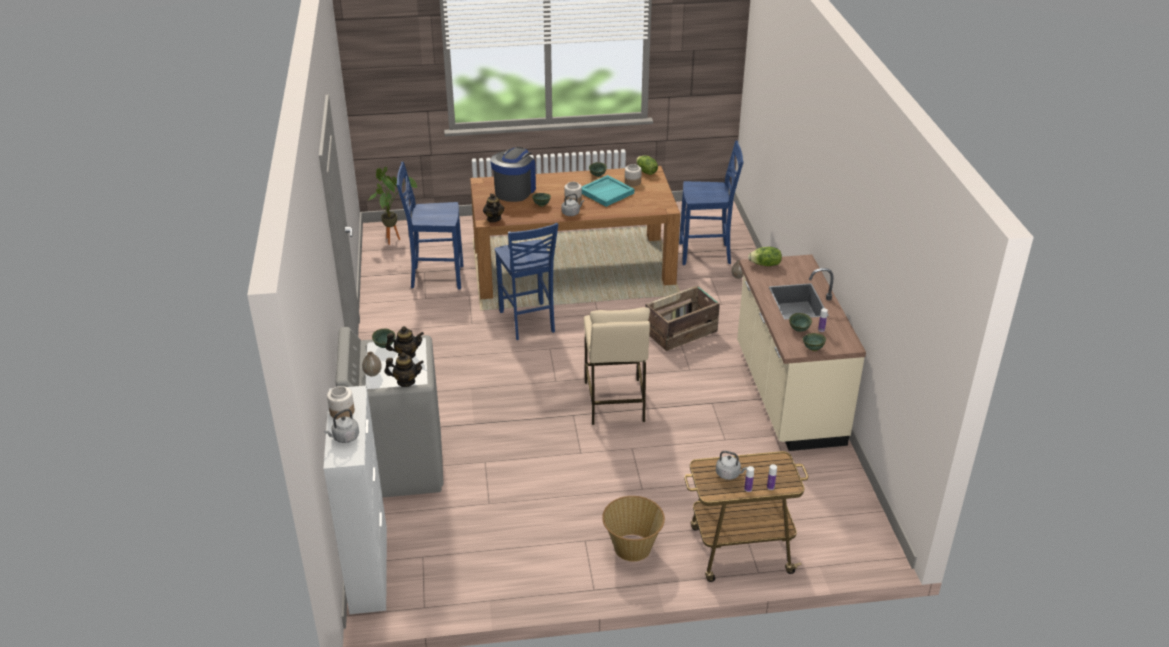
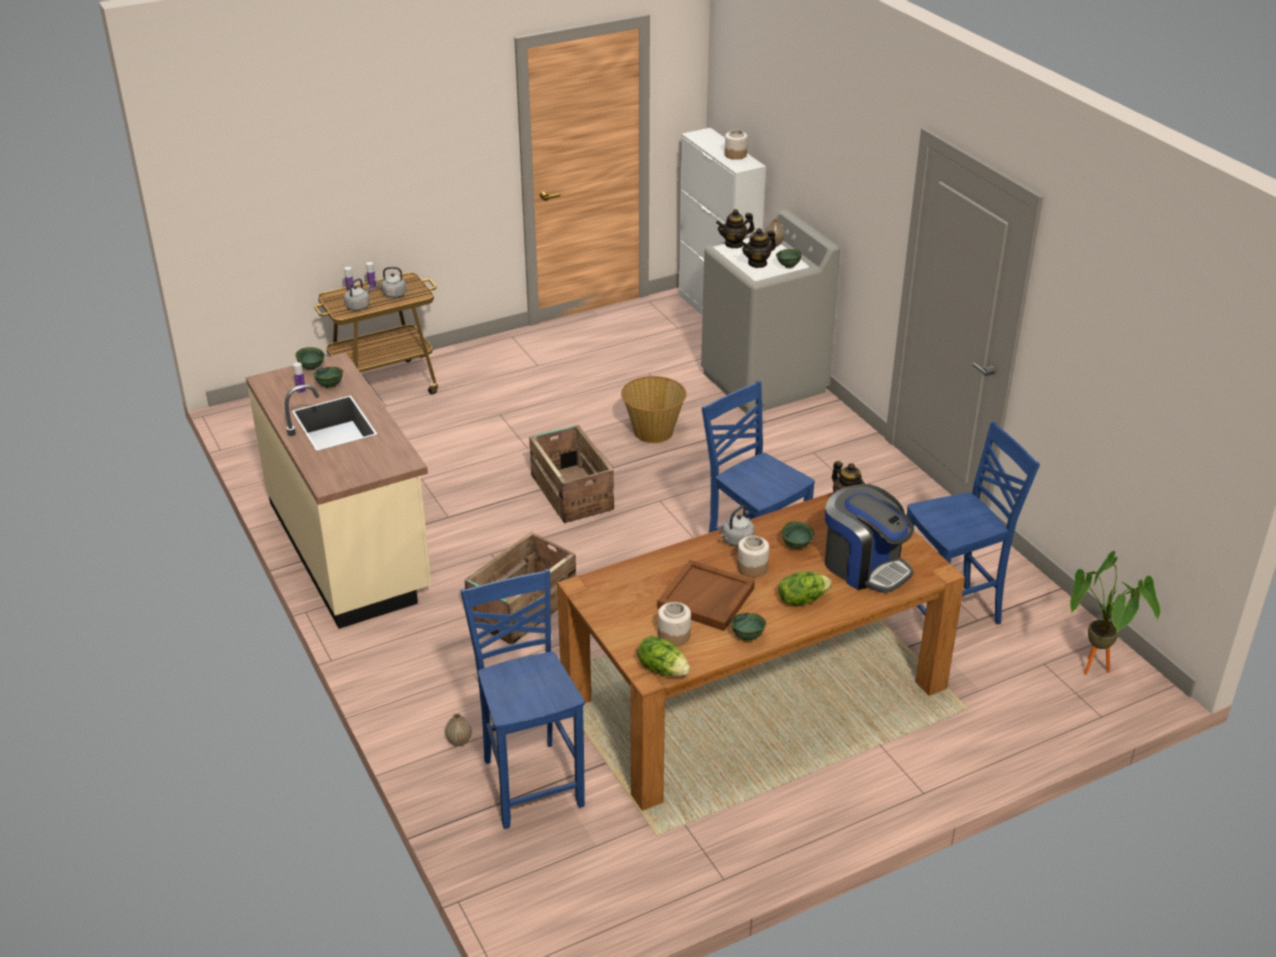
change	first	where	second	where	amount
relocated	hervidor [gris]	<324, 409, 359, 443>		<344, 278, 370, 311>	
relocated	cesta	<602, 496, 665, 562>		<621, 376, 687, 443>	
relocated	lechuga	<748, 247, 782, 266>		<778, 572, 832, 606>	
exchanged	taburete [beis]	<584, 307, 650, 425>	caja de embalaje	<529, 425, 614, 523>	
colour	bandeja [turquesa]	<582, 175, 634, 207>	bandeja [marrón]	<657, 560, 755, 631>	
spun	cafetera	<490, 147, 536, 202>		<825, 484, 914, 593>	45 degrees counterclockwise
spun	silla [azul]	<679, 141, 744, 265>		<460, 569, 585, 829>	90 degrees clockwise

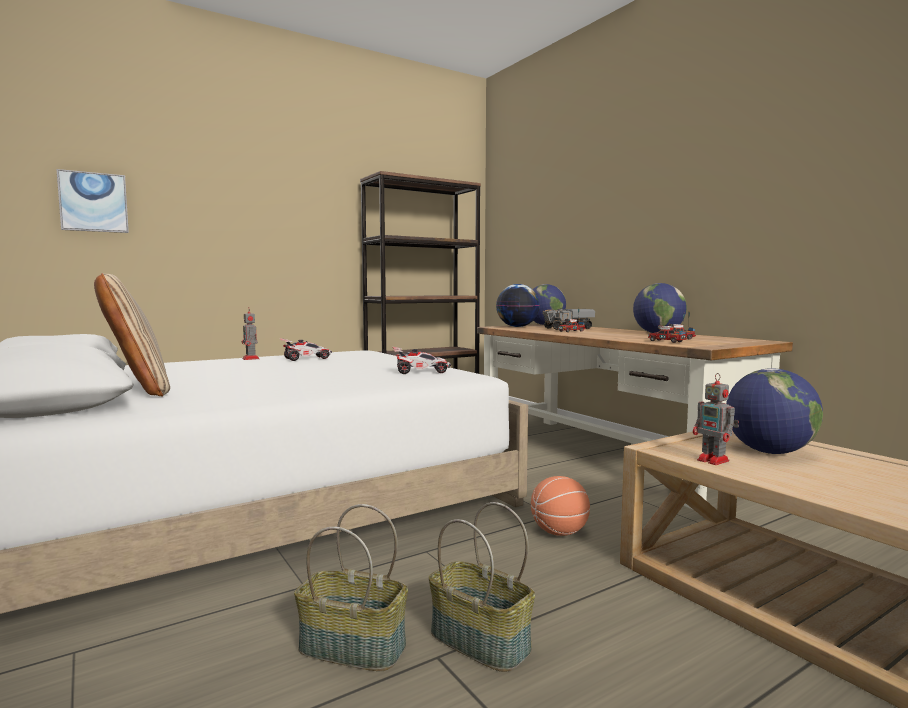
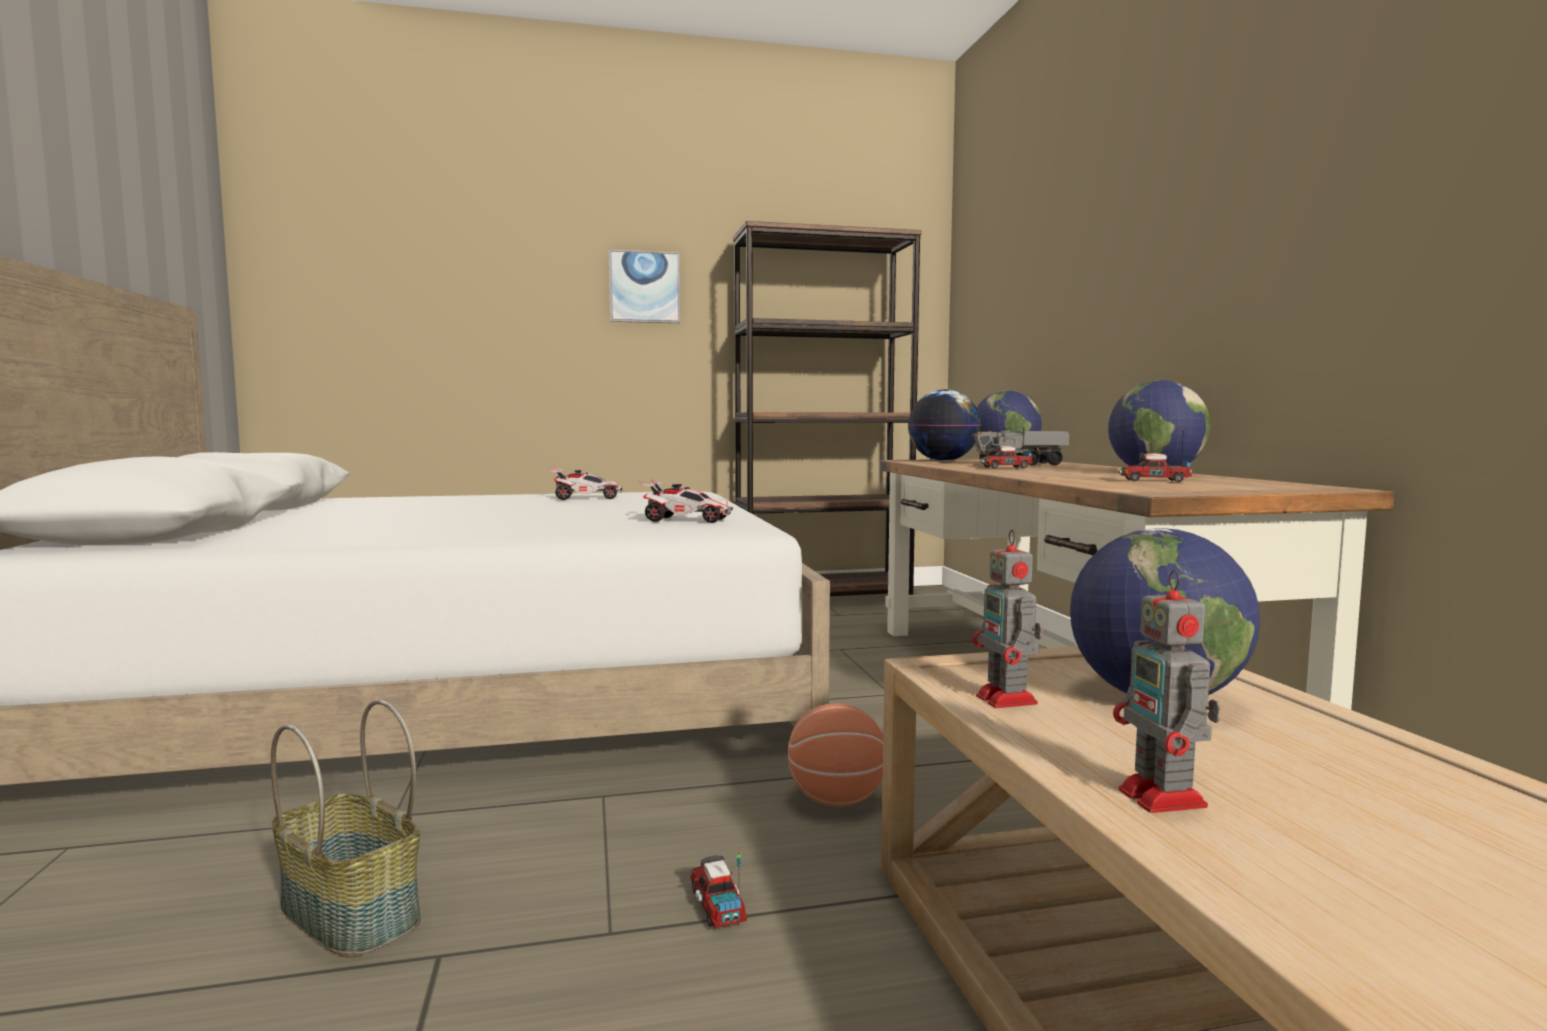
change	first	where	second	where	amount
missing	cojín [beis]	<94, 273, 170, 396>			
missing	cesta	<429, 502, 535, 672>			
relocated	cuadro	<56, 169, 129, 233>		<609, 249, 680, 323>	
relocated	robot de juguete	<242, 308, 260, 360>		<1113, 569, 1220, 813>	
relocated	camión de juguete	<648, 314, 687, 343>		<690, 850, 747, 928>	

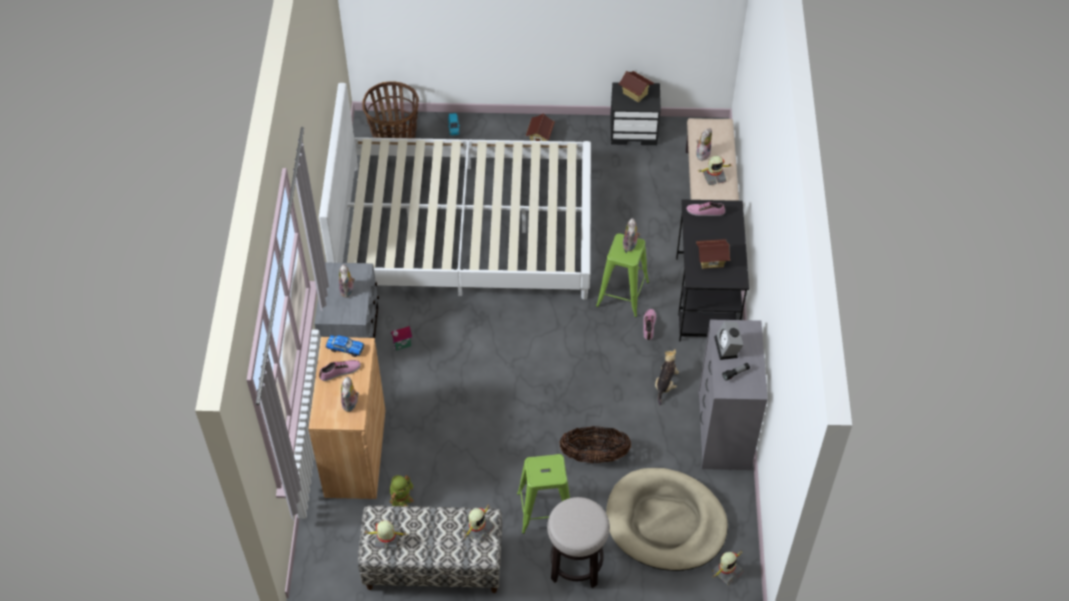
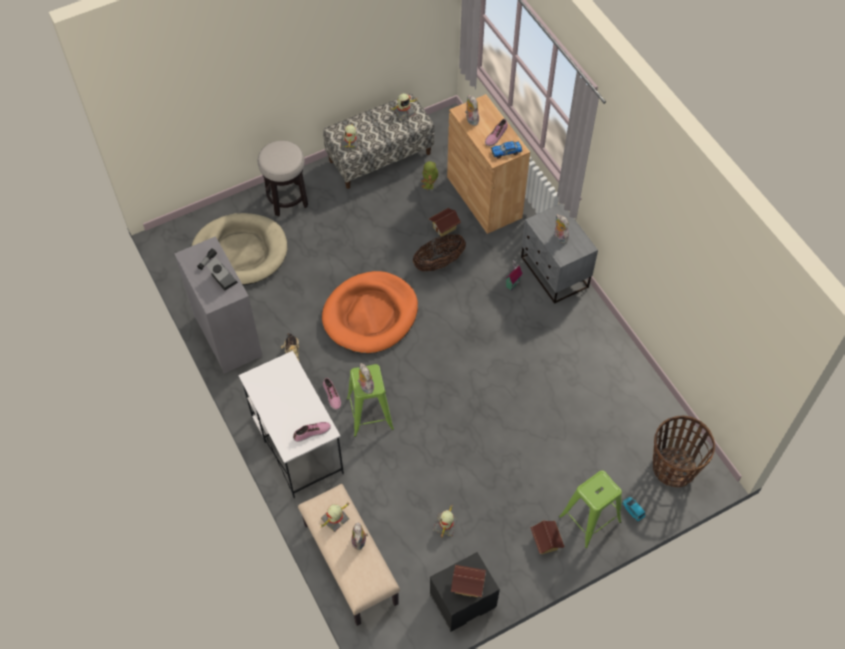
change	first	where	second	where	amount
missing	cama [blanco]	<319, 83, 591, 300>			
appeared			cama para perro [naranja]	<322, 271, 418, 353>	
relocated	taburete [verde]	<517, 454, 570, 534>		<559, 470, 622, 548>	
relocated	cesta	<560, 426, 631, 463>		<413, 234, 466, 271>	
relocated	casita	<696, 239, 730, 269>		<429, 208, 461, 236>	
relocated	robot de juguete	<712, 551, 743, 585>		<433, 504, 457, 537>	
colour	escritorio [negro]	<676, 200, 749, 341>	escritorio [blanco]	<238, 351, 344, 498>	

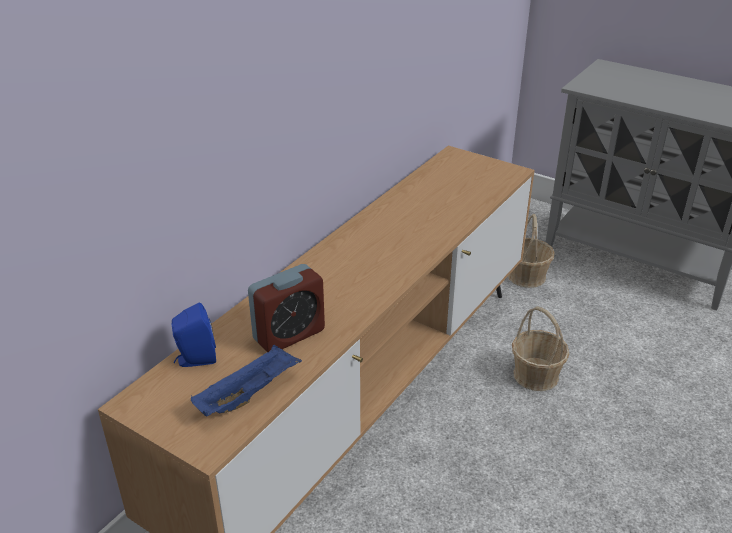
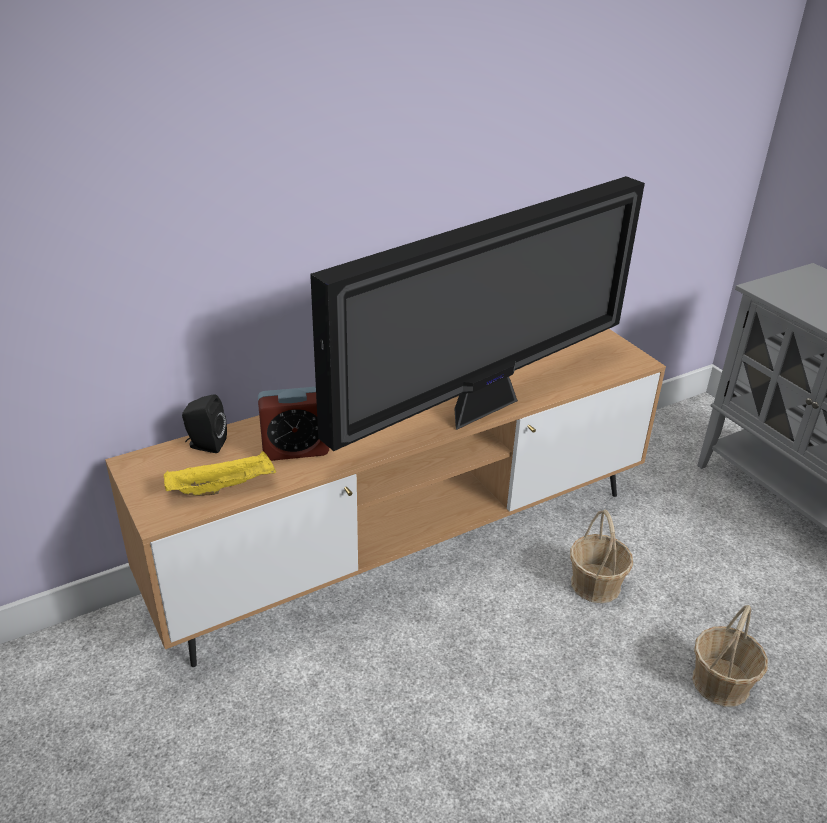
change	first	where	second	where	amount
appeared			televisor	<310, 176, 645, 451>	
relocated	cesta	<508, 214, 555, 288>		<692, 605, 768, 707>	
colour	altavoz [azul]	<172, 303, 216, 367>	altavoz [negro]	<182, 394, 227, 453>	
colour	bandeja [azul]	<191, 345, 302, 417>	bandeja [amarillo]	<164, 451, 276, 496>	

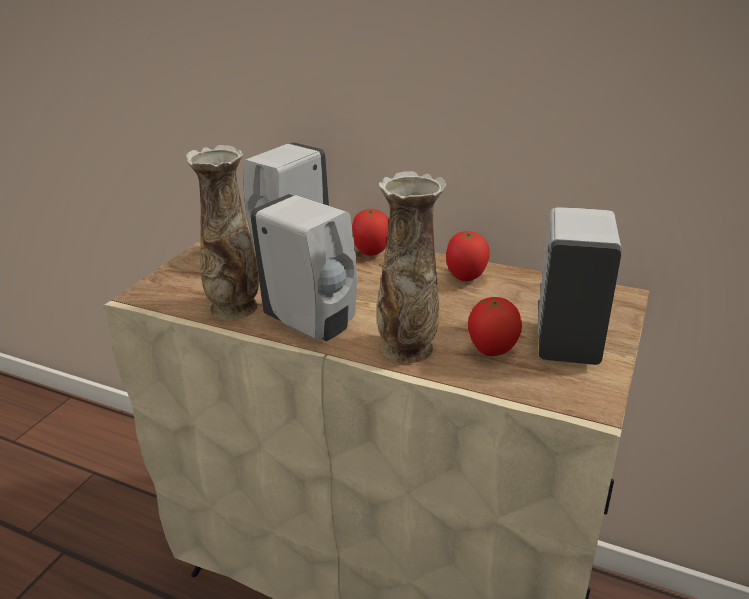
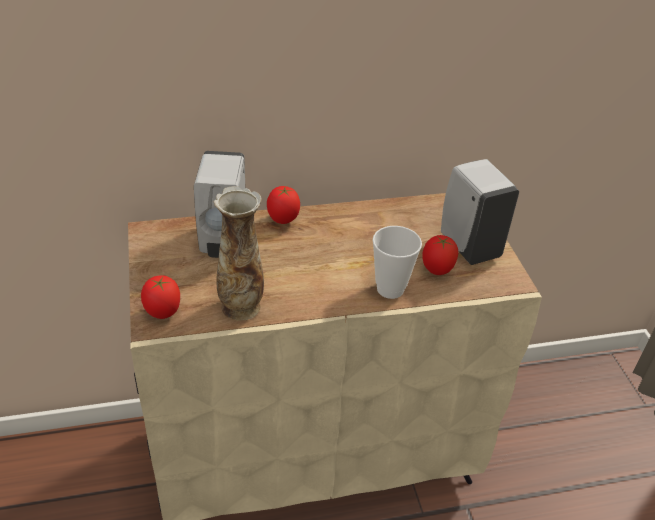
change	first	where	second	where	amount
missing	dispensador de jabón [blanco]	<250, 194, 357, 341>			
relocated	tomate	<446, 231, 490, 281>		<141, 275, 180, 319>	
exchanged	florero	<377, 171, 446, 364>	taza	<373, 226, 422, 299>	

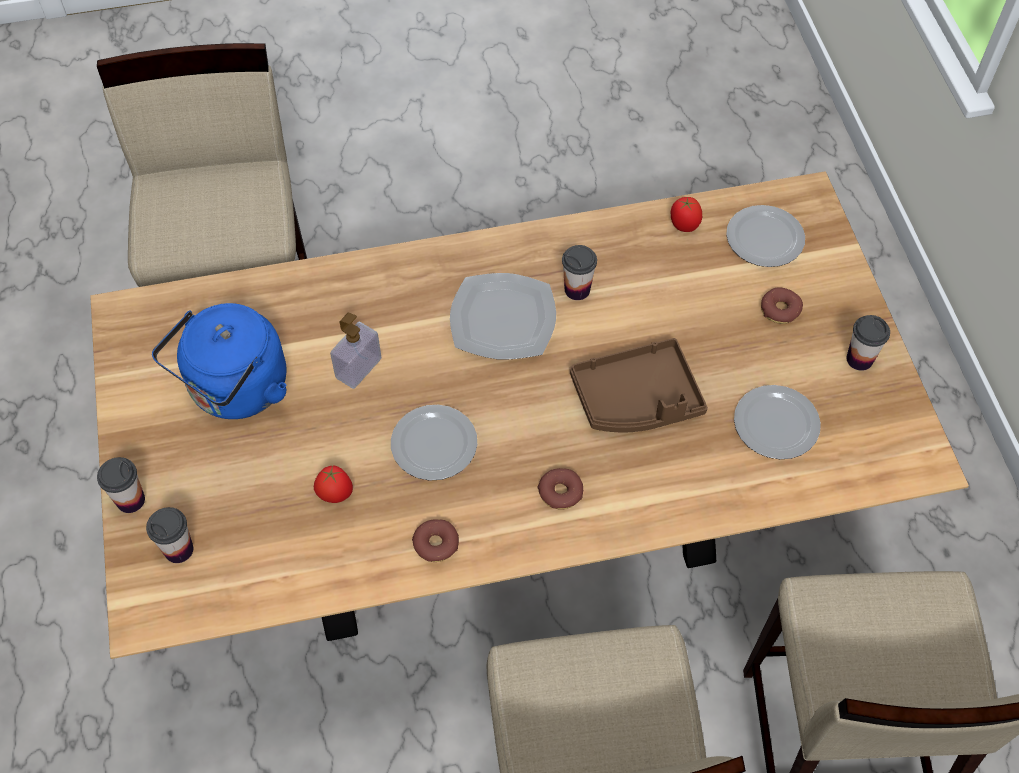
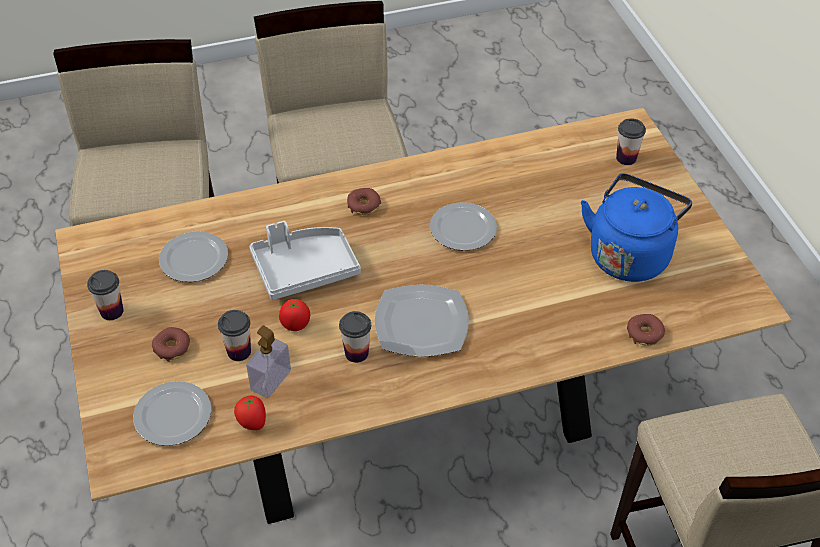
change	first	where	second	where	amount
relocated	taza	<97, 457, 145, 513>		<218, 310, 251, 361>	
relocated	tomate	<314, 466, 353, 503>		<279, 299, 310, 331>	
relocated	dispensador de jabón	<330, 313, 381, 389>		<246, 325, 291, 398>	
relocated	rosquilla	<412, 519, 459, 562>		<627, 314, 665, 346>	
colour	bandeja [marrón]	<570, 338, 708, 432>	bandeja [gris]	<249, 221, 361, 300>	

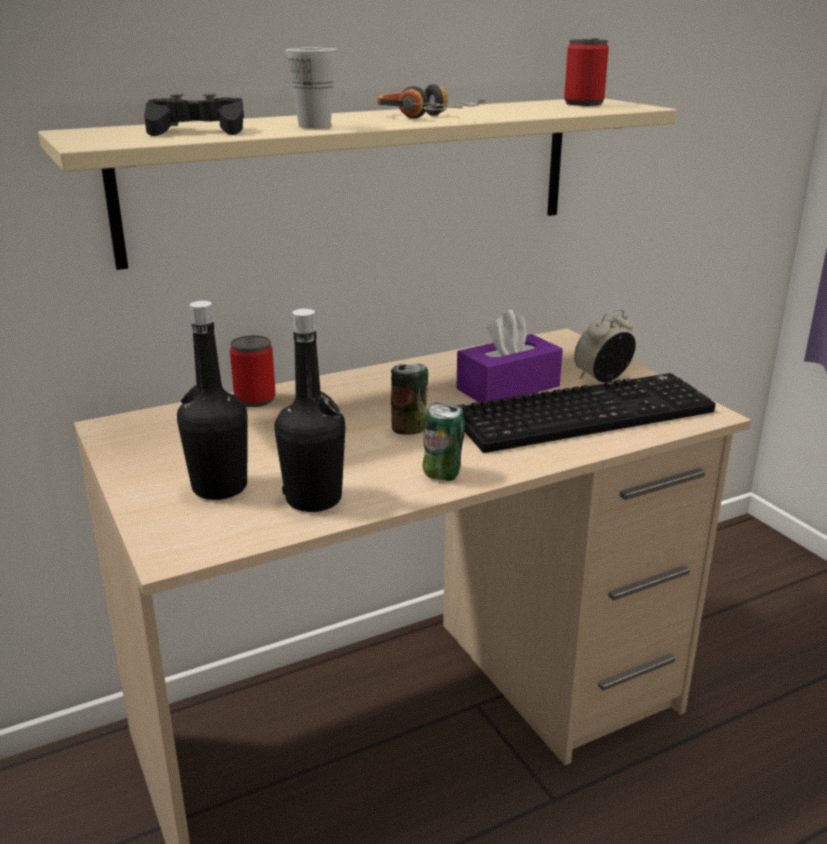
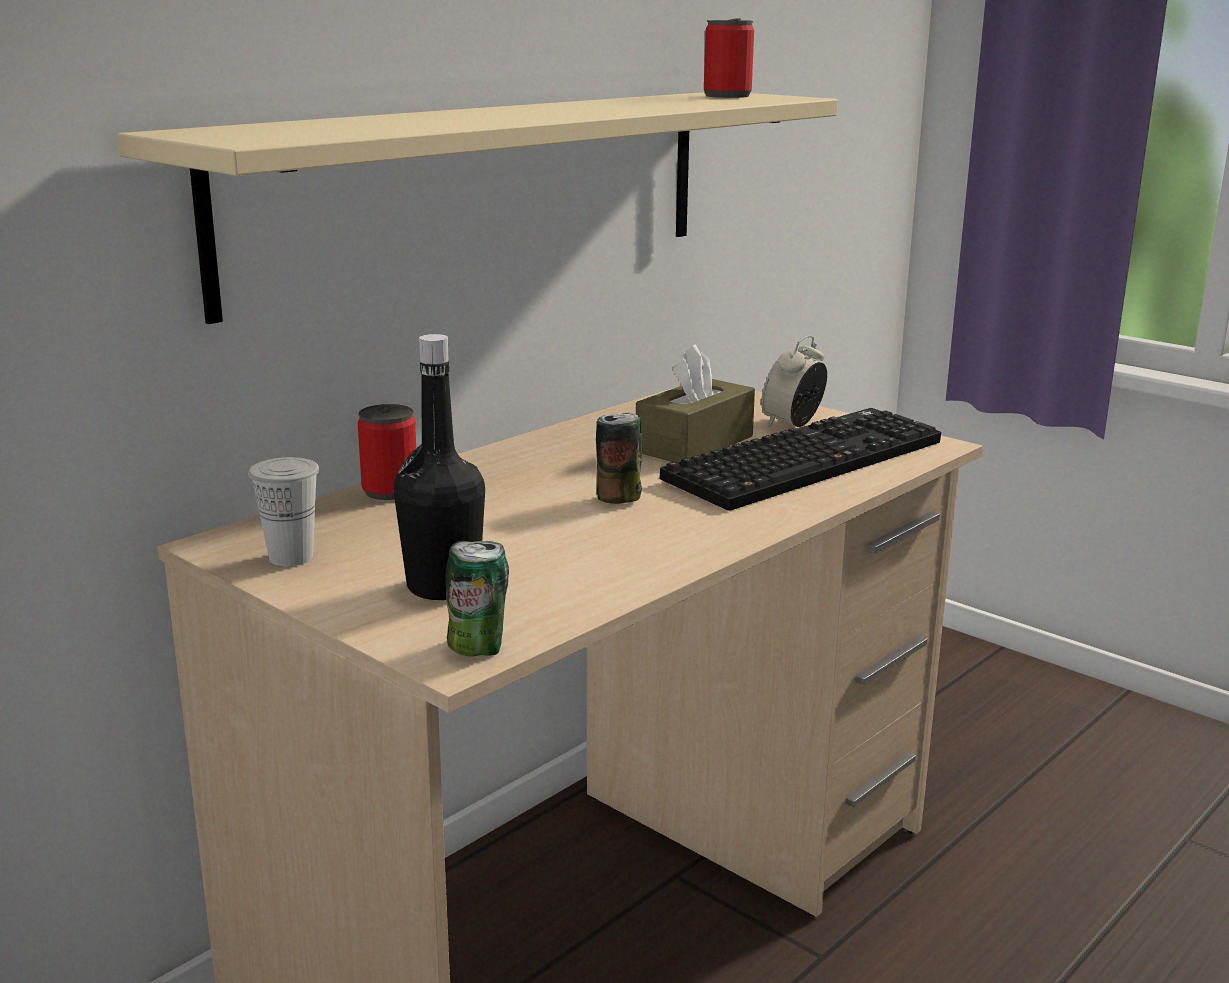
change	first	where	second	where	amount
missing	mando de consola [negro]	<144, 93, 244, 136>			
missing	botella [negro]	<274, 309, 345, 512>			
missing	auriculares	<377, 84, 487, 119>			
relocated	taza [blanco]	<285, 47, 338, 128>		<248, 457, 319, 566>	
relocated	lata	<422, 403, 465, 481>		<446, 541, 509, 656>	
colour	caja de pañuelos [morado]	<456, 310, 563, 403>	caja de pañuelos [marrón]	<636, 344, 755, 463>	

